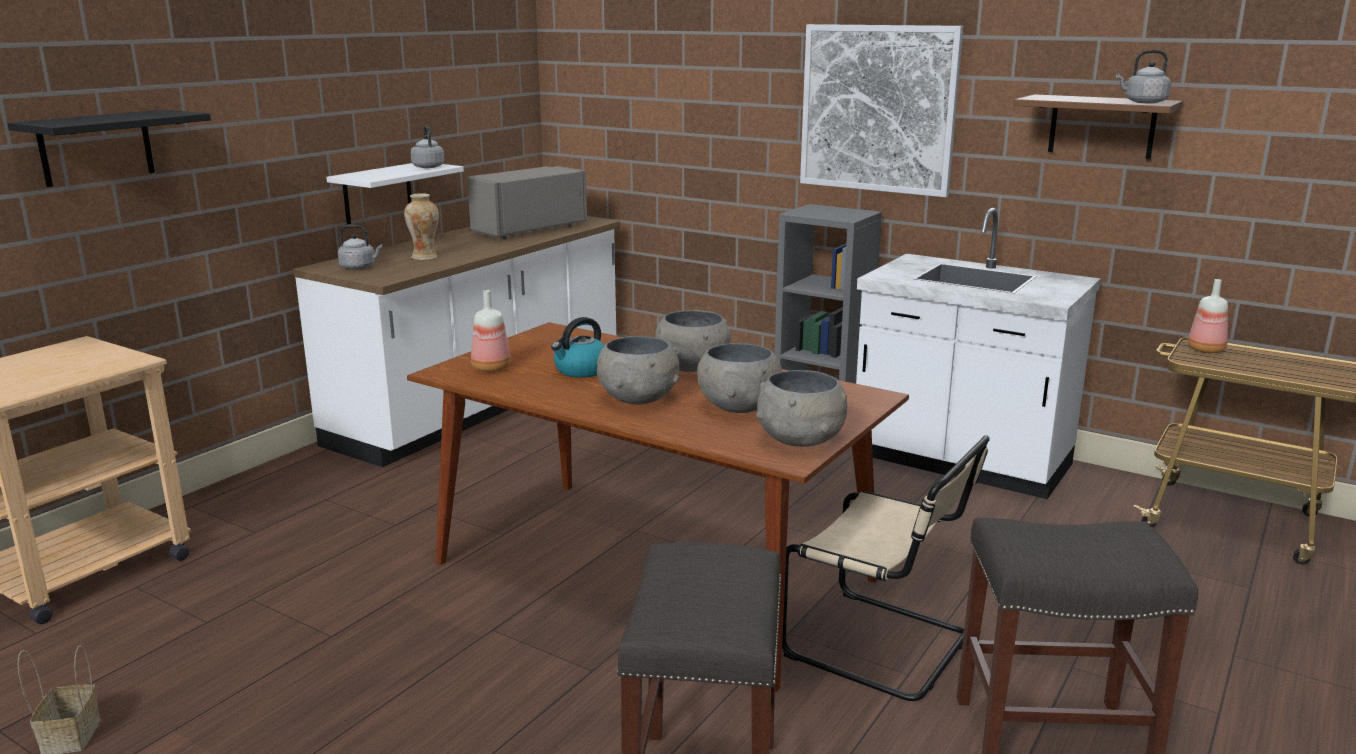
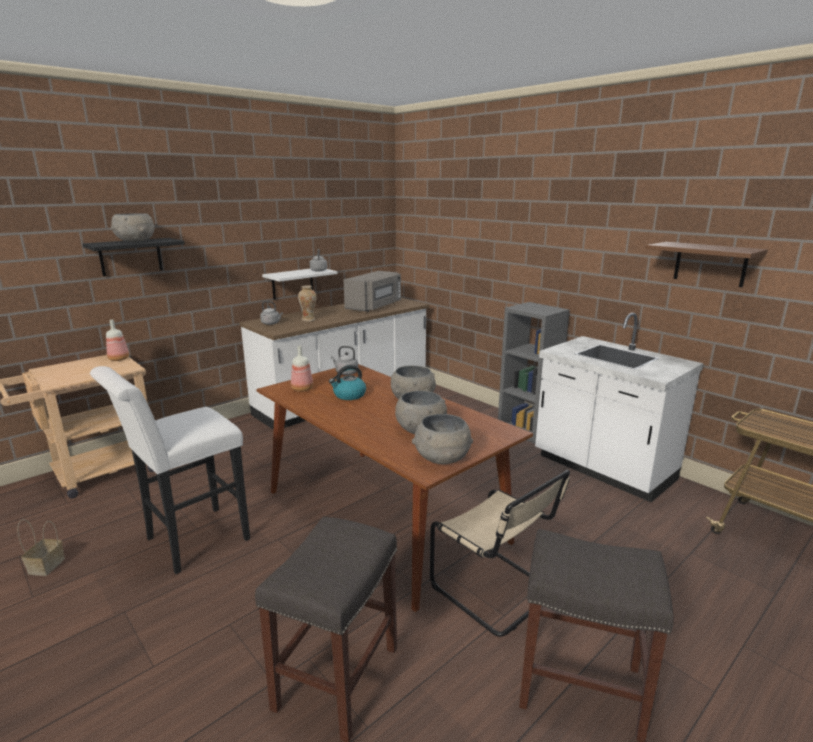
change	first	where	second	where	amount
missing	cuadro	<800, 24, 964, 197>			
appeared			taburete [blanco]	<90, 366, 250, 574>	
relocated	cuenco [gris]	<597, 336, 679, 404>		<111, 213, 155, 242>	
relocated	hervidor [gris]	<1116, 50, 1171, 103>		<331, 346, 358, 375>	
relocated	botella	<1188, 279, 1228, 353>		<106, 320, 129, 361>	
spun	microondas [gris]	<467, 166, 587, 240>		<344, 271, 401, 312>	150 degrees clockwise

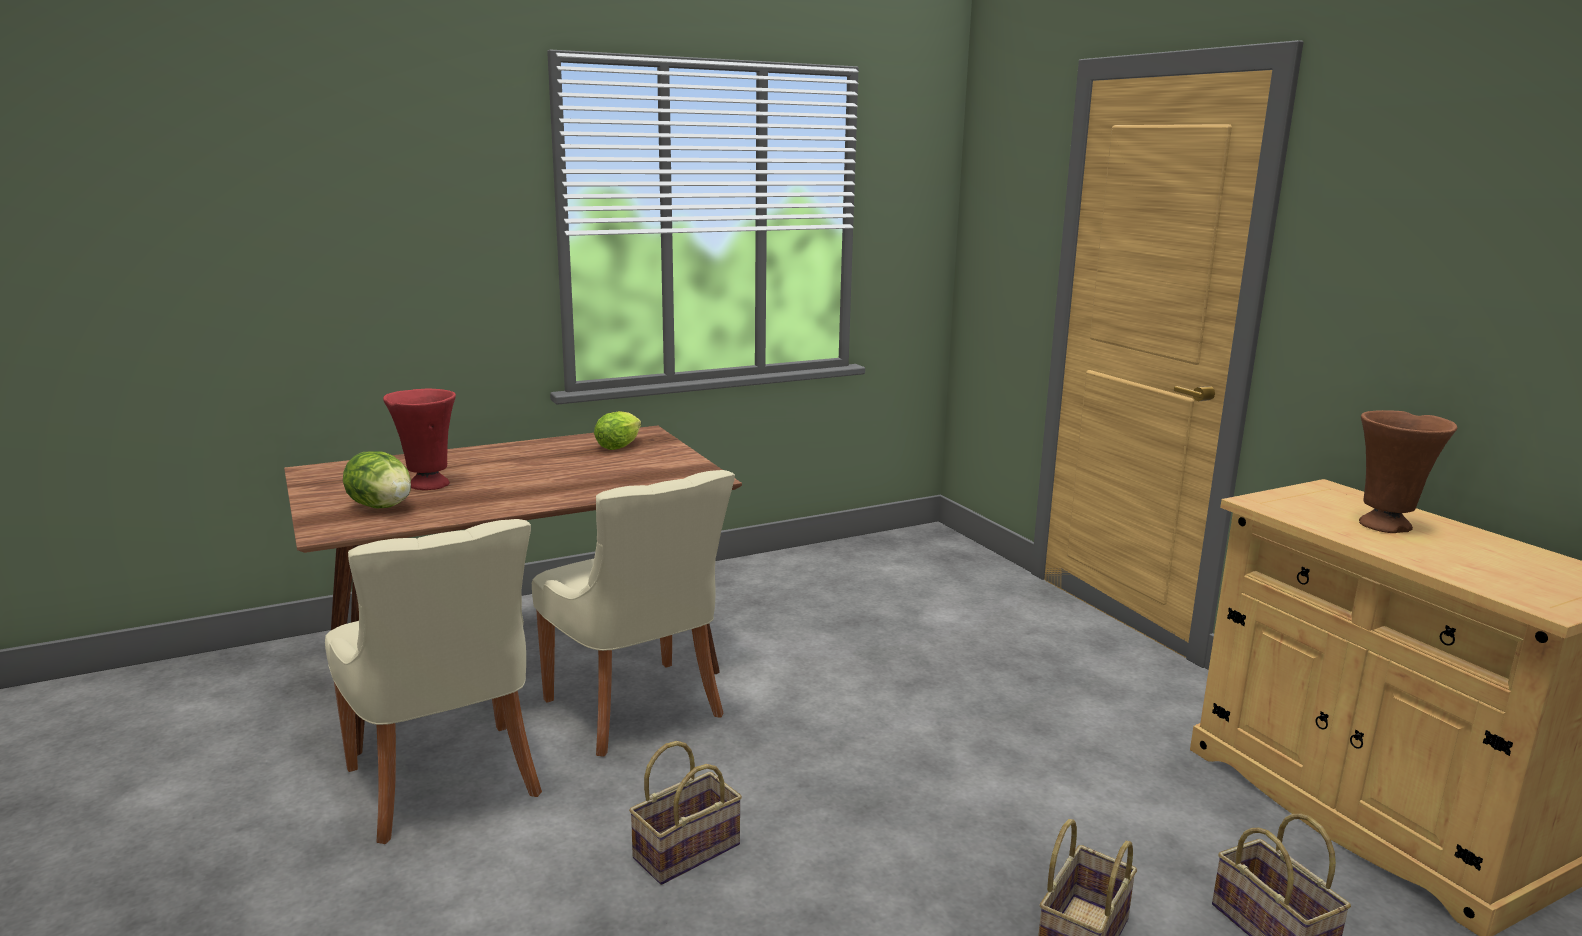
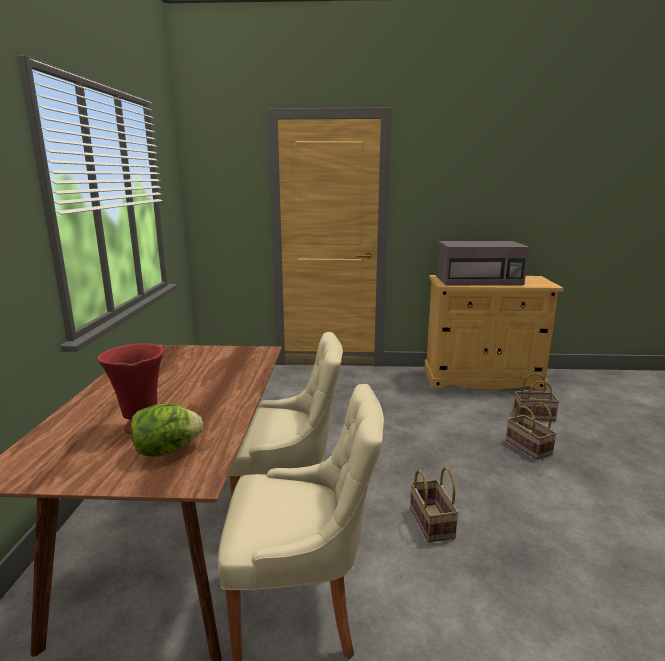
change	first	where	second	where	amount
missing	lechuga	<594, 411, 641, 450>			
exchanged	florero [marrón]	<1359, 410, 1457, 533>	microondas [gris]	<436, 241, 529, 285>	

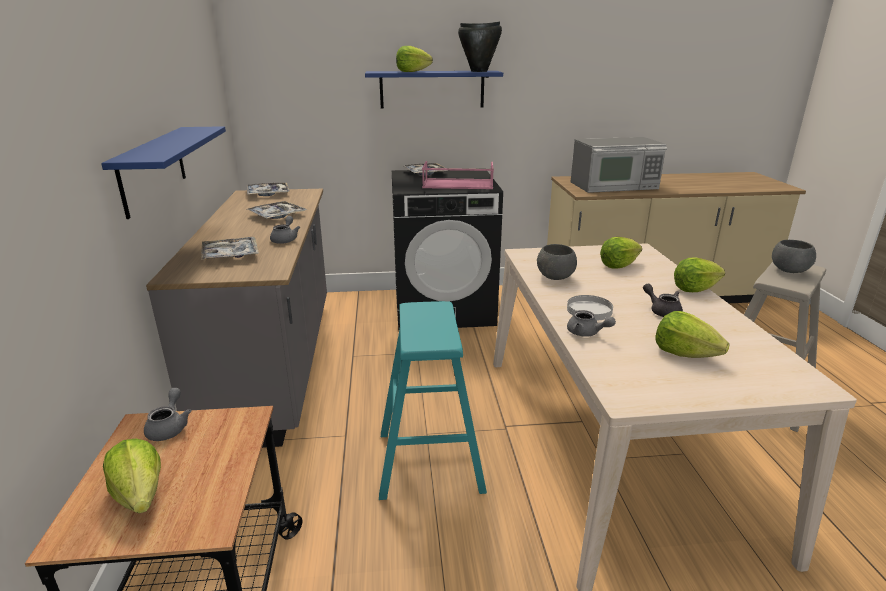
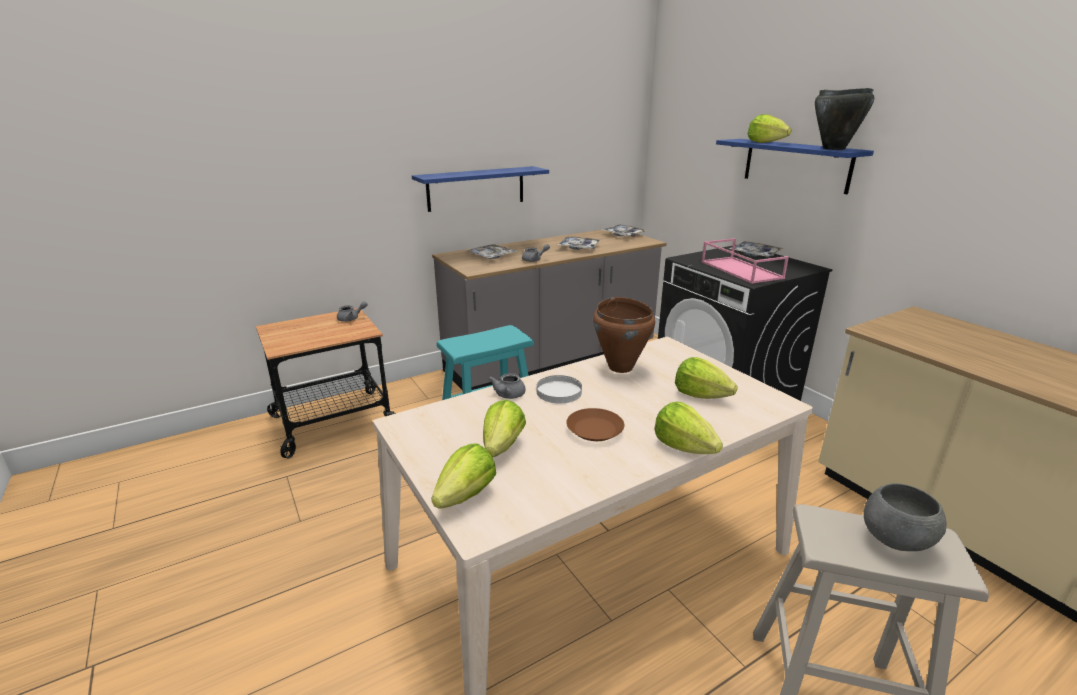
change	first	where	second	where	amount
missing	microondas	<571, 137, 667, 193>			
relocated	lechuga	<103, 438, 161, 514>		<431, 444, 496, 509>	
exchanged	cuenco [gris]	<537, 244, 577, 280>	olla [marrón]	<593, 297, 655, 373>	
exchanged	tetera [gris]	<643, 283, 683, 317>	plato [marrón]	<566, 408, 624, 441>	

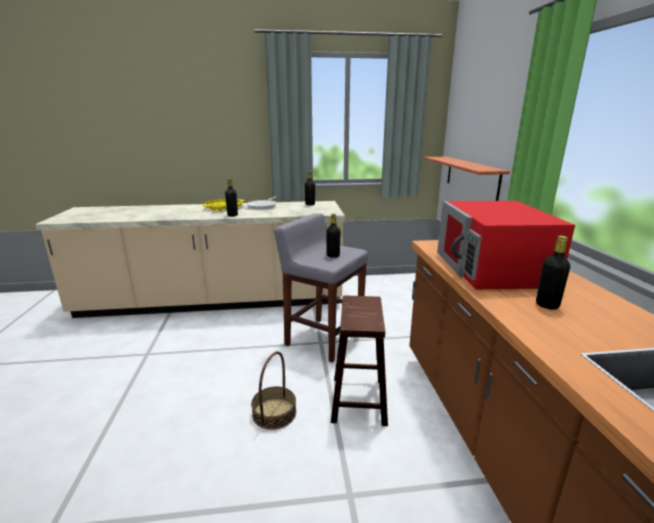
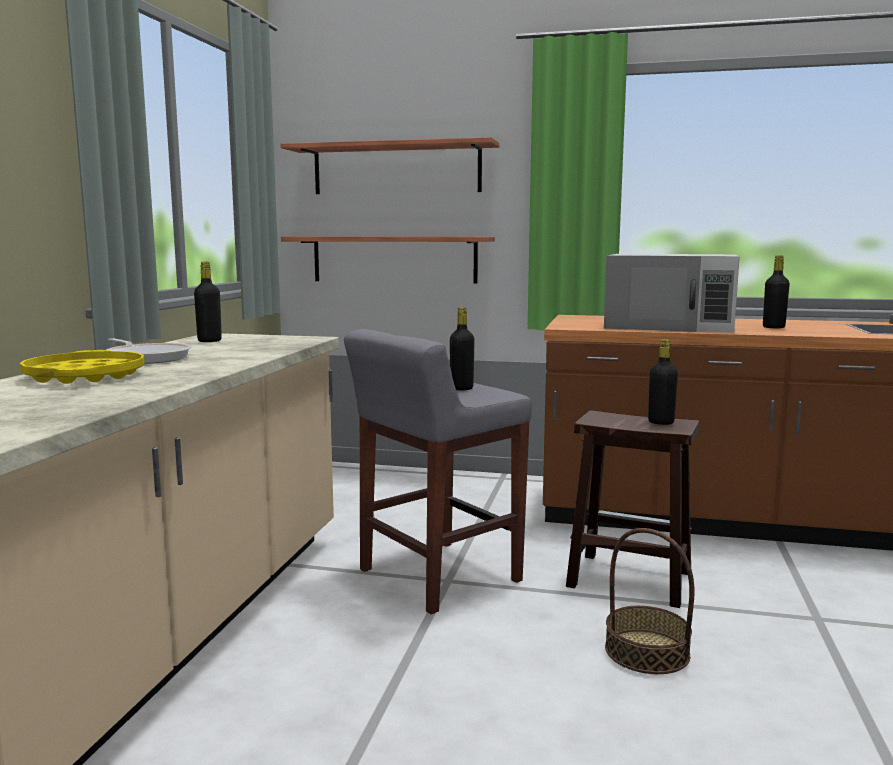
change	first	where	second	where	amount
appeared			estante	<281, 137, 500, 194>	
relocated	botella [negro]	<225, 178, 238, 217>		<648, 339, 678, 425>	
colour	microondas [rojo]	<437, 201, 575, 289>	microondas [blanco]	<604, 254, 740, 333>	

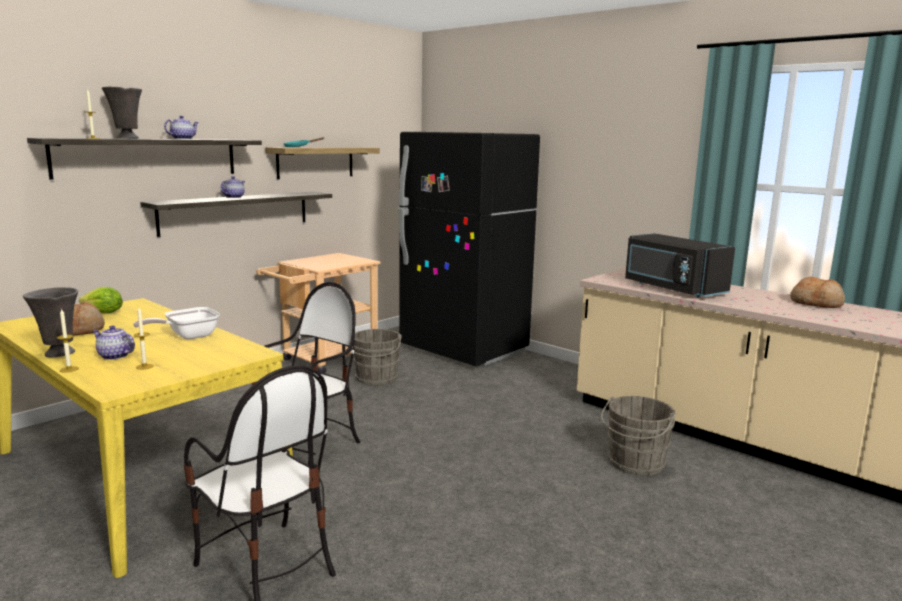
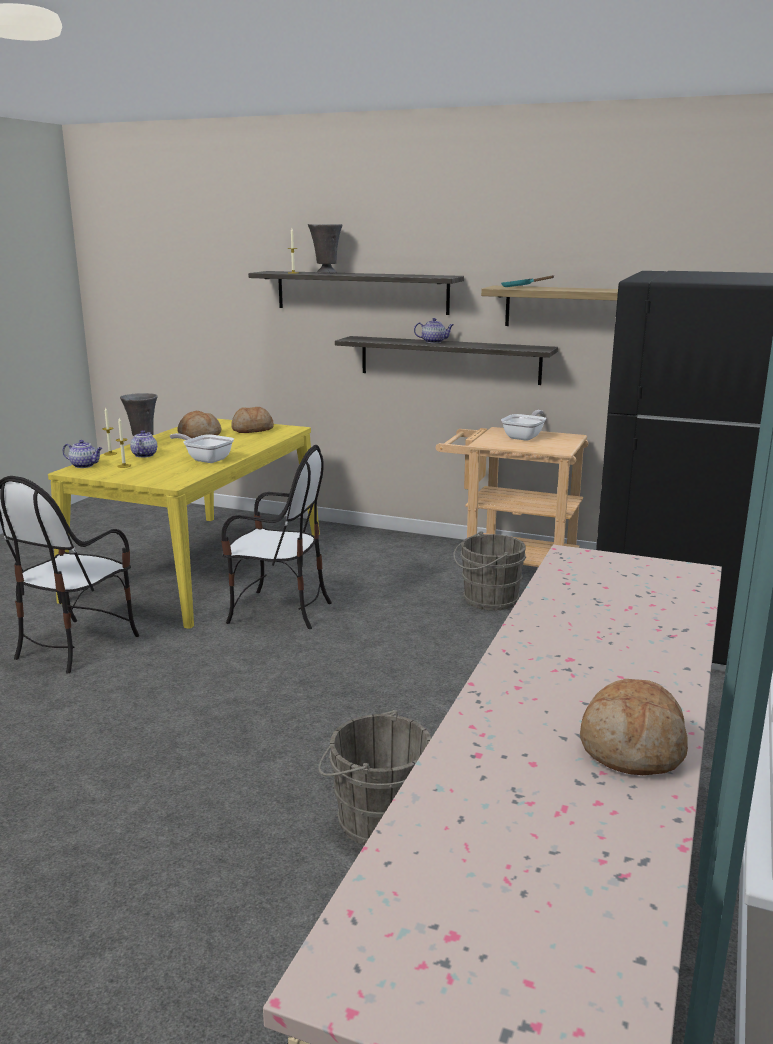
change	first	where	second	where	amount
missing	microondas [negro]	<625, 233, 735, 298>			
appeared			sartén	<501, 410, 546, 441>	
relocated	tetera	<164, 116, 199, 139>		<63, 440, 102, 468>	
exchanged	lechuga	<79, 287, 123, 313>	pan	<231, 407, 274, 433>	

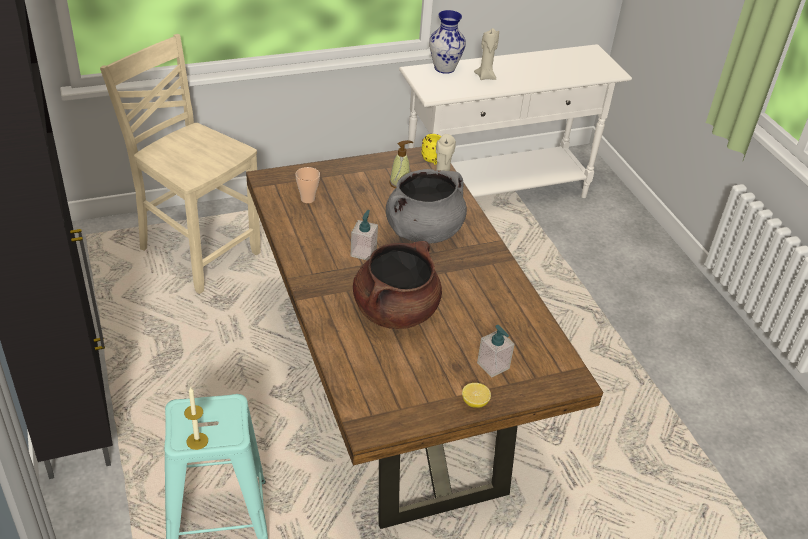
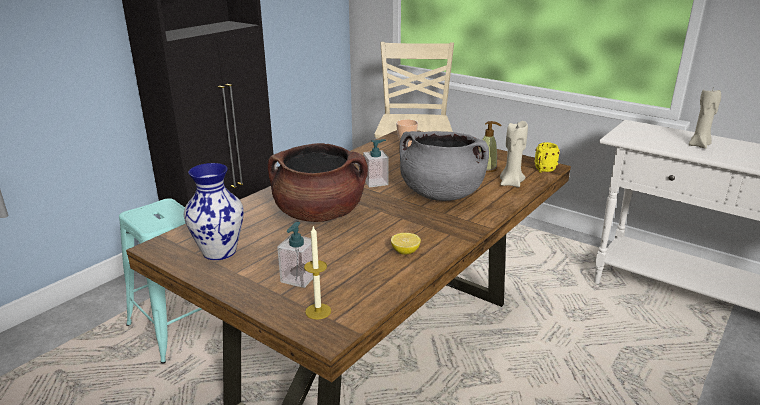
change	first	where	second	where	amount
relocated	vela	<184, 387, 208, 450>		<304, 226, 331, 319>	
relocated	florero	<429, 10, 466, 74>		<184, 163, 244, 260>	
relocated	limón	<462, 383, 491, 408>		<391, 233, 421, 255>	

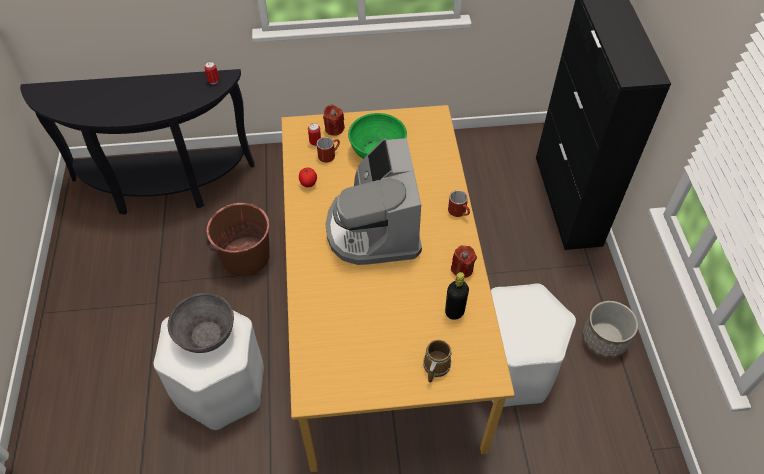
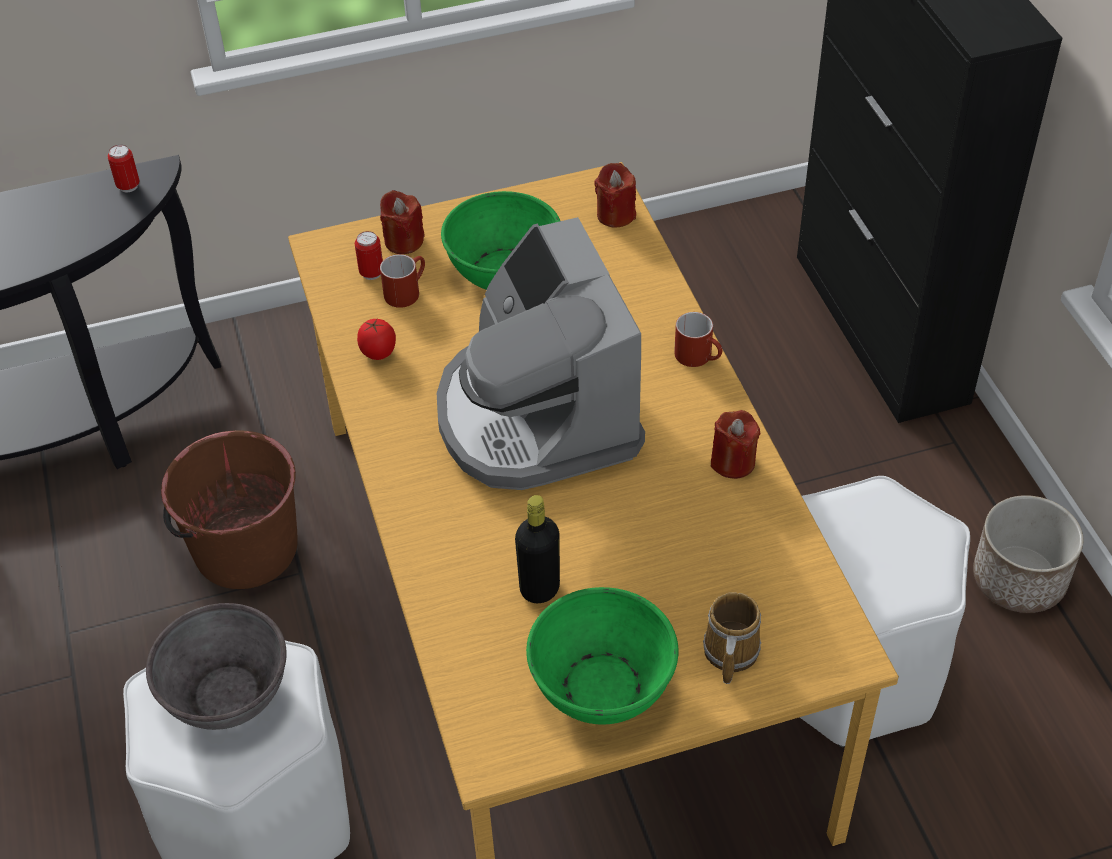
change	first	where	second	where	amount
appeared			cuenco [verde]	<526, 587, 678, 725>	
appeared			vela [rojo]	<594, 163, 636, 228>	
relocated	botella [negro]	<445, 272, 469, 320>		<515, 495, 560, 603>	

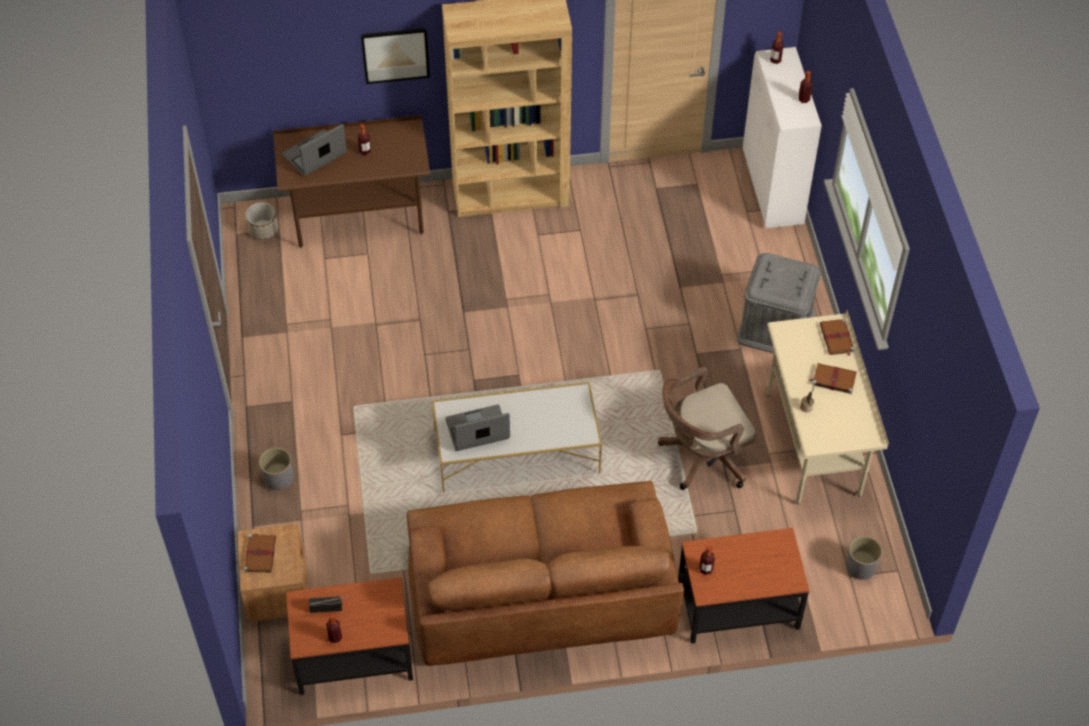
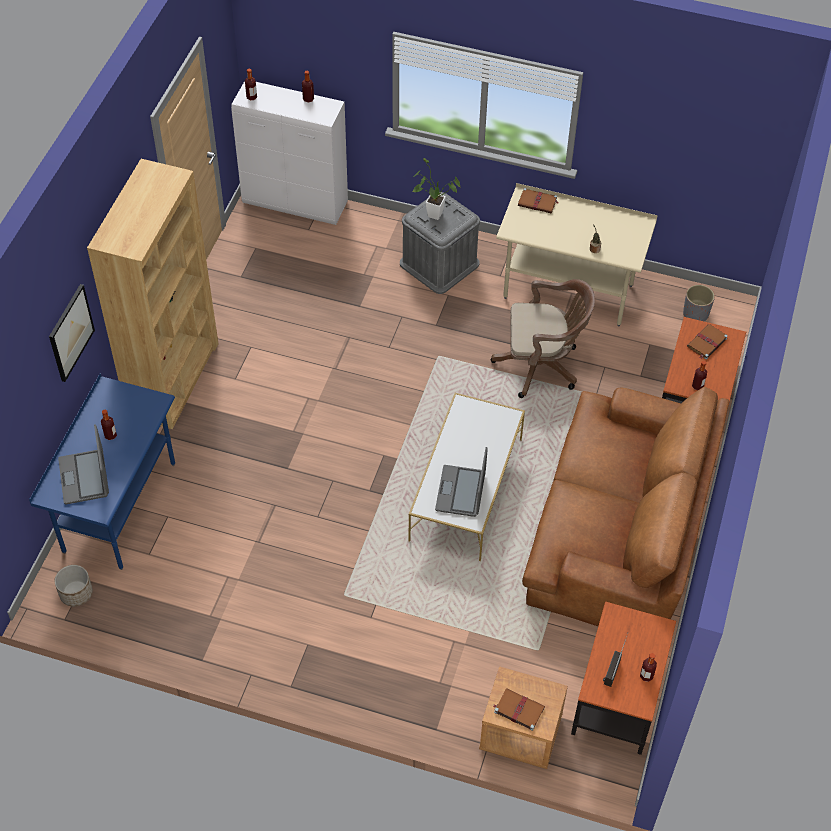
change	first	where	second	where	amount
missing	maceta [gris]	<259, 447, 293, 490>			
appeared			planta en maceta	<412, 158, 461, 220>	
relocated	libro [marrón]	<810, 363, 857, 394>		<687, 324, 728, 359>	
colour	escritorio [marrón]	<273, 115, 430, 248>	escritorio [azul]	<29, 373, 175, 570>	
spun	silla de oficina [marrón]	<658, 367, 756, 490>		<491, 279, 595, 398>	90 degrees counterclockwise

